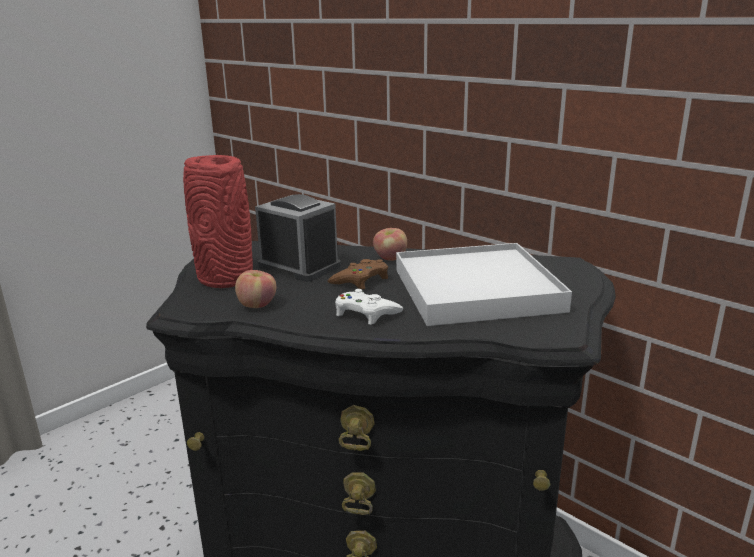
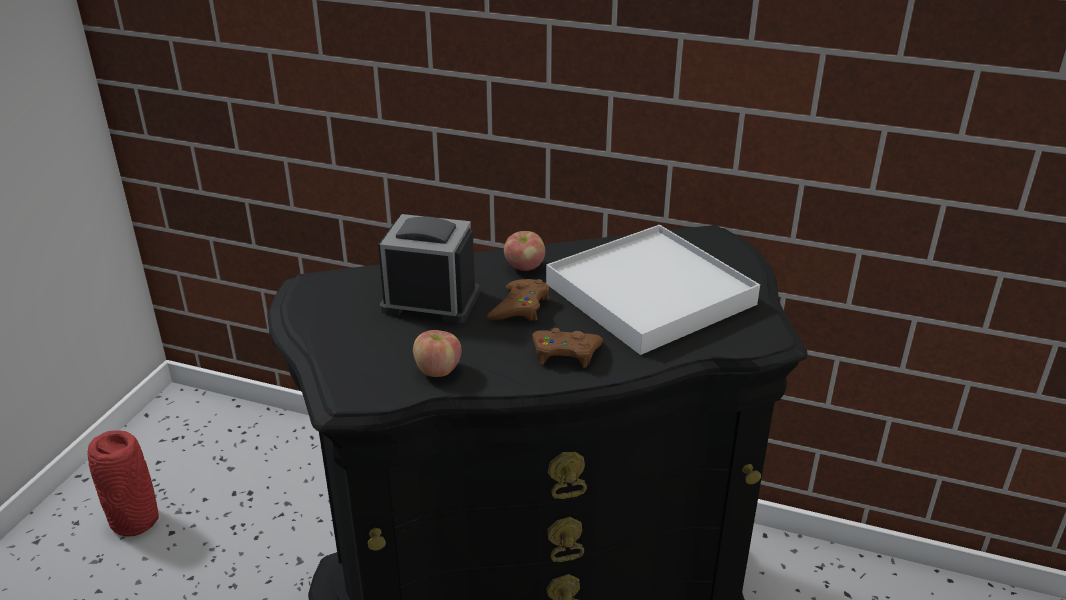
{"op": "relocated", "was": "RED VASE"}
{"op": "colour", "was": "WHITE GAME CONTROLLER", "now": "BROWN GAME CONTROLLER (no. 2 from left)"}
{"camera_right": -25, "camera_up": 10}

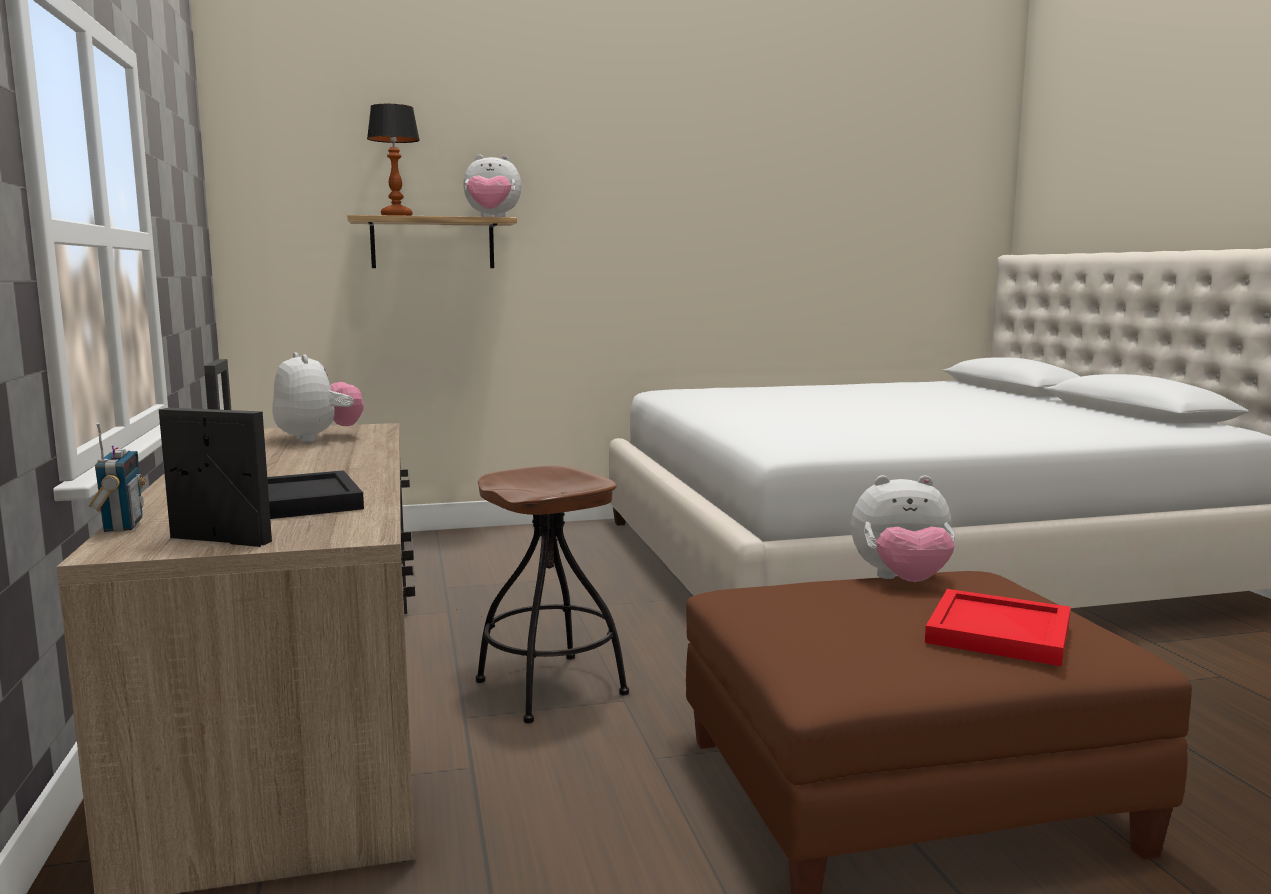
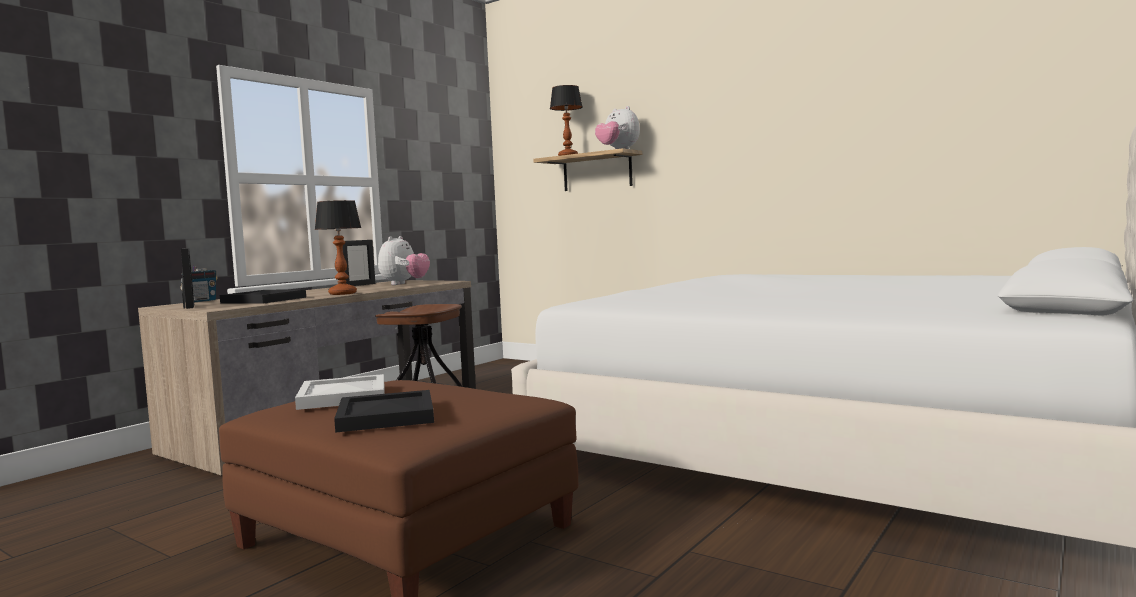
{"op": "missing", "was": "PLUSH TOY (no. 3 from left)"}
{"op": "colour", "was": "RED TRAY", "now": "BLACK TRAY (no. 2 from left)"}
{"op": "appeared", "now": "TABLE LAMP (no. 1 from left)"}
{"op": "appeared", "now": "WHITE TRAY"}
{"camera_right": 50, "camera_up": -5}

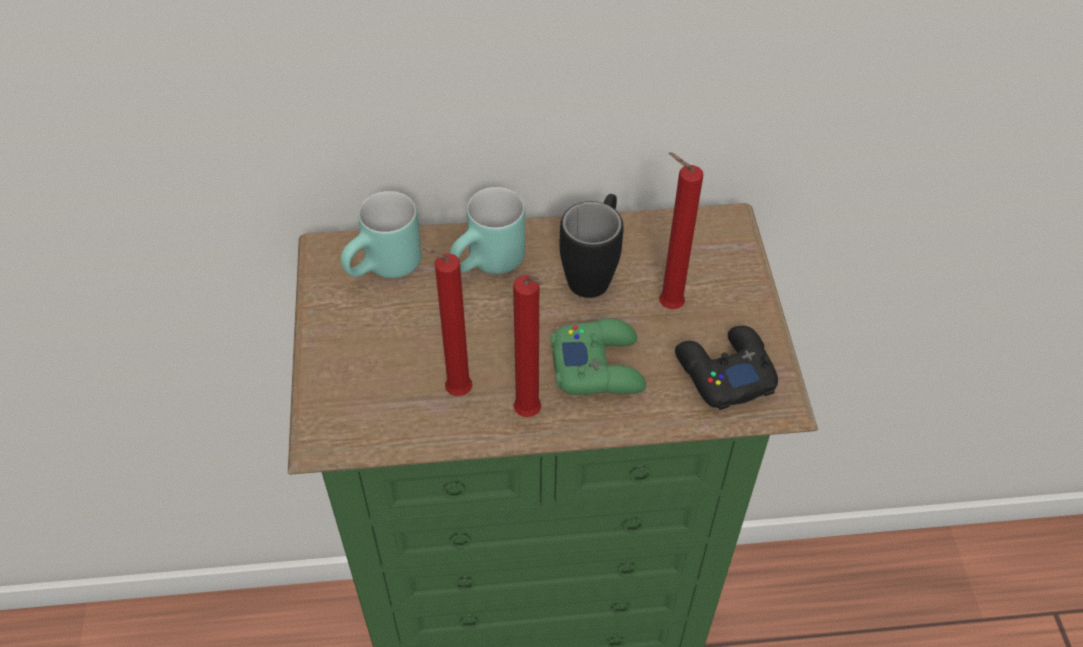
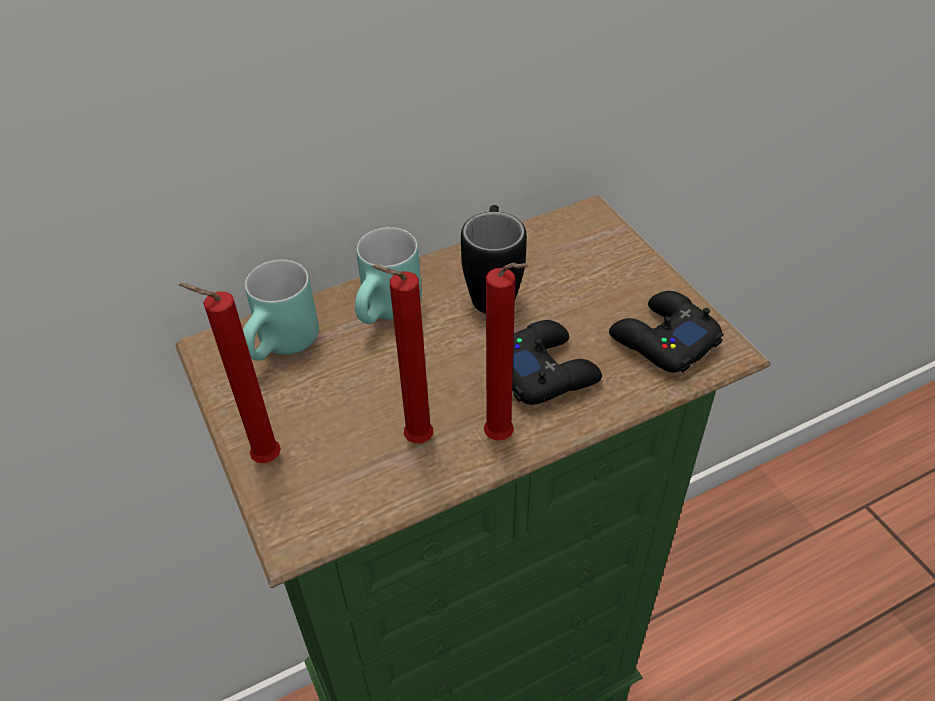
{"op": "relocated", "was": "RED CANDLE (no. 3 from left in the first image)", "now": "RED CANDLE (no. 1 from left)"}
{"op": "colour", "was": "GREEN GAME CONTROLLER", "now": "BLACK GAME CONTROLLER (no. 1 from left)"}
{"camera_right": -20, "camera_up": -5}

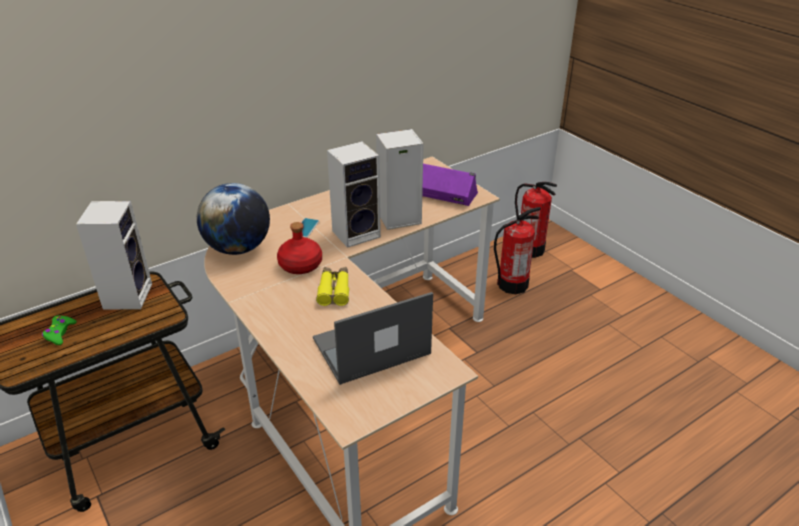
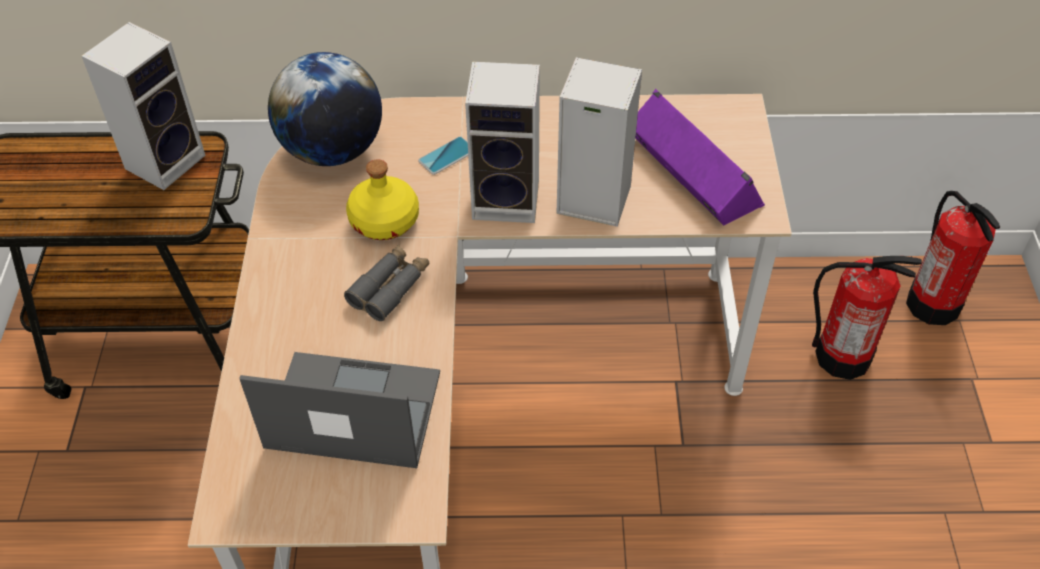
{"op": "colour", "was": "RED BOTTLE", "now": "YELLOW BOTTLE"}
{"op": "colour", "was": "YELLOW BINOCULARS", "now": "GREY BINOCULARS"}
{"op": "missing", "was": "GREEN GAME CONTROLLER"}
{"camera_right": 35, "camera_up": 15}

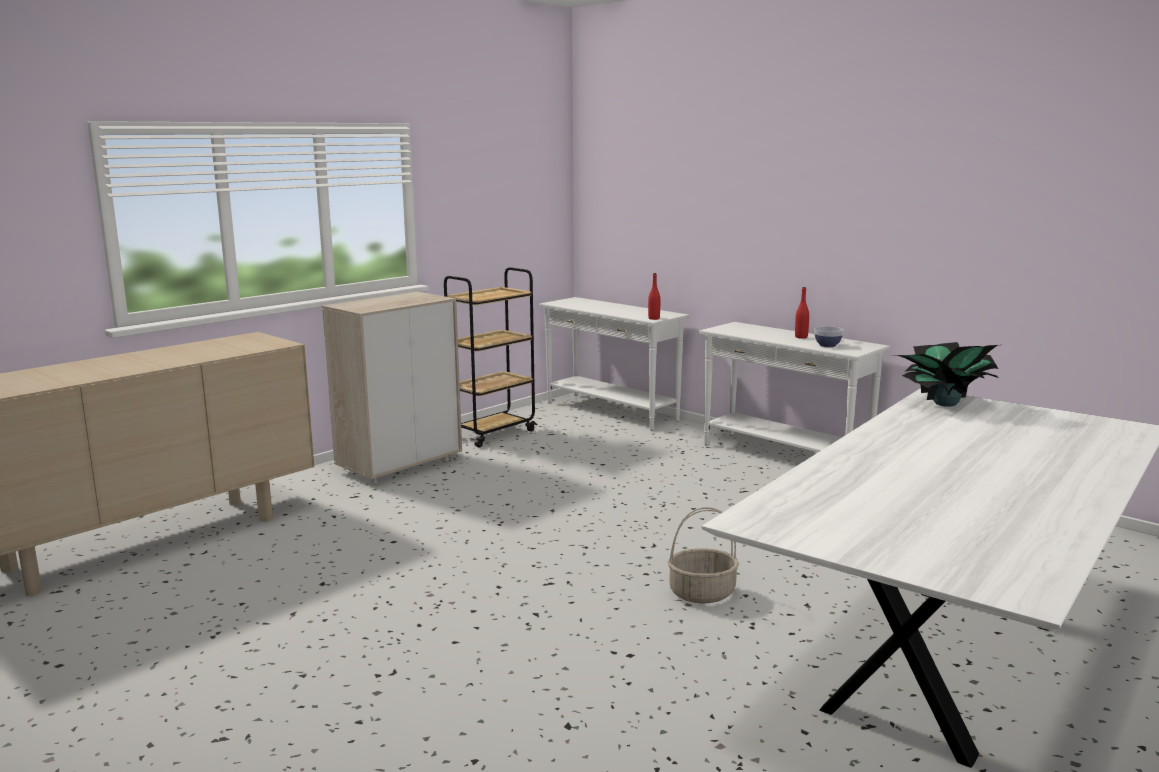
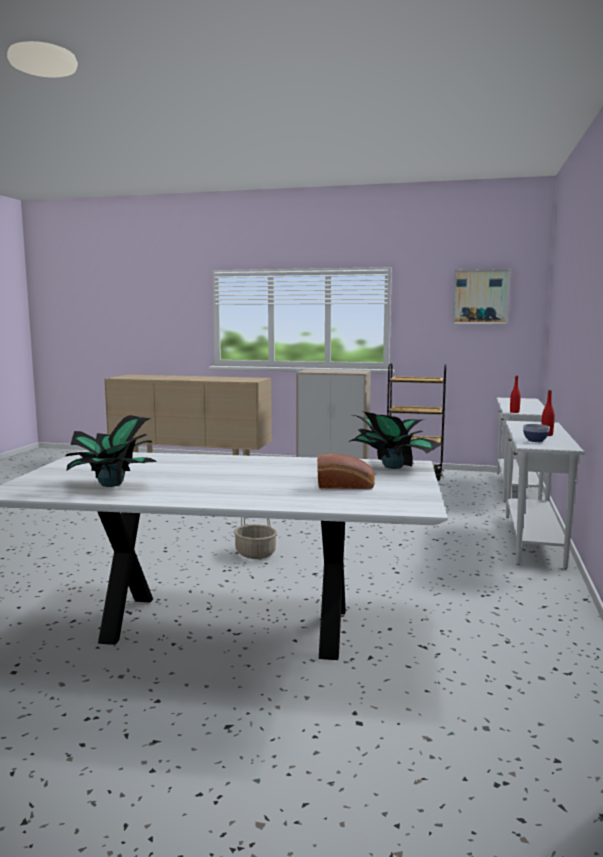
{"op": "appeared", "now": "PICTURE"}
{"op": "appeared", "now": "POTTED PLANT (no. 1 from left)"}
{"op": "appeared", "now": "BREAD"}
{"camera_right": 60, "camera_up": -5}

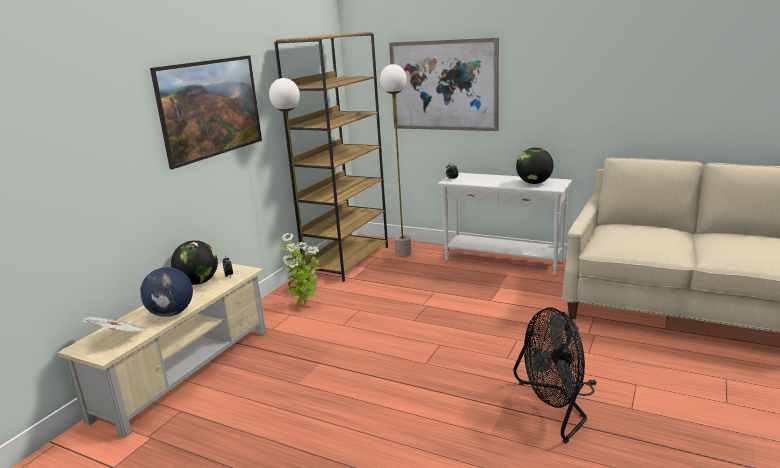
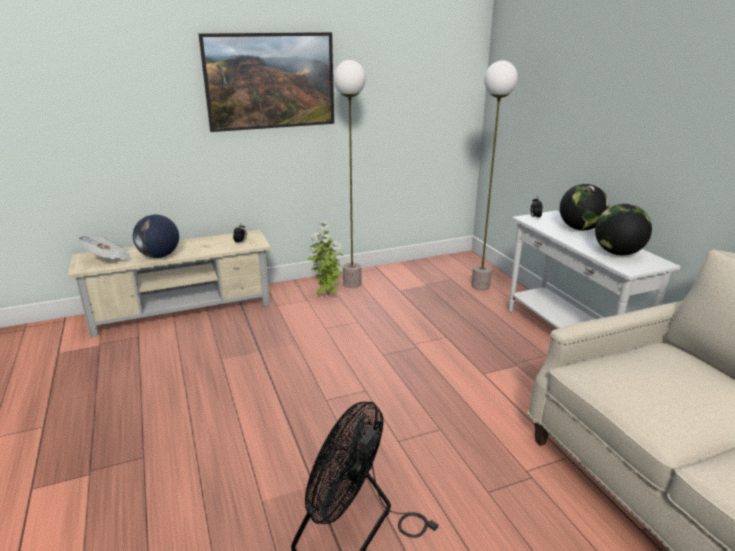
{"op": "missing", "was": "BROWN BOOKCASE"}
{"op": "missing", "was": "PICTURE (no. 2 from left)"}
{"op": "relocated", "was": "GLOBE (no. 2 from left)"}
{"camera_right": 40, "camera_up": 5}

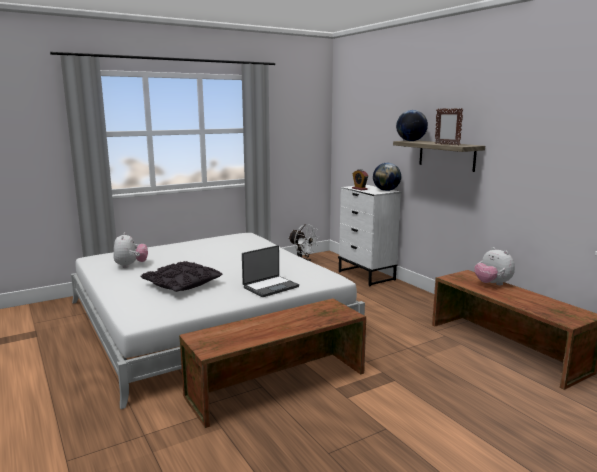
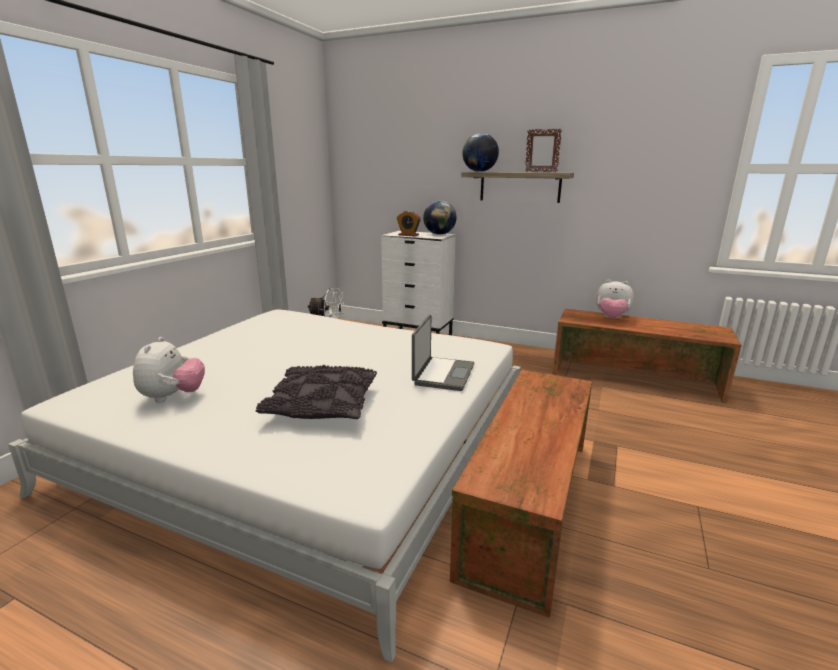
{"op": "spun", "was": "PLUSH TOY (no. 1 from left)", "clockwise": 45}
{"camera_right": -35, "camera_up": 5}

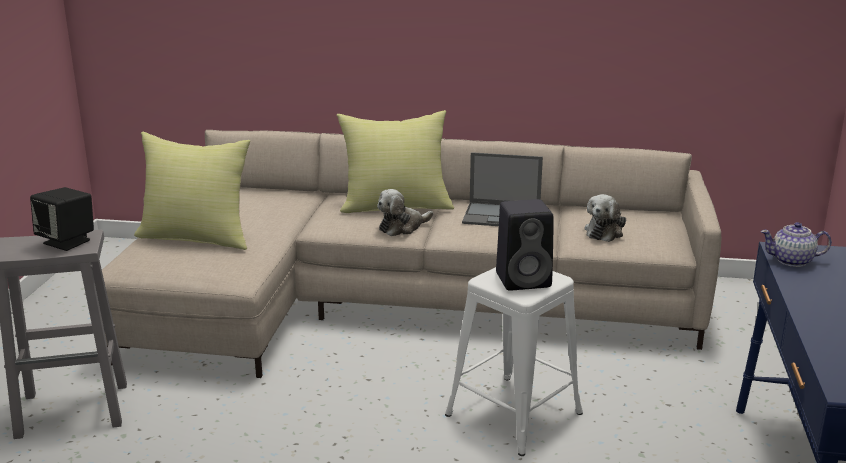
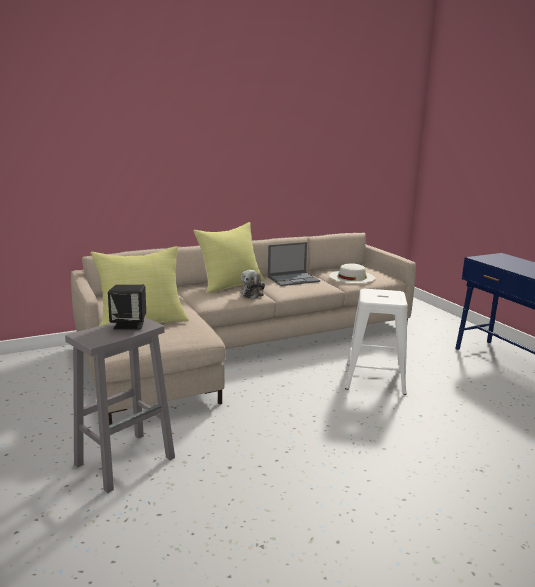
{"op": "exchanged", "was": "PLUSH TOY (no. 2 from left)", "now": "WHITE HAT"}
{"op": "missing", "was": "BLACK SPEAKER (no. 2 from left)"}
{"op": "missing", "was": "TEAPOT"}
{"camera_right": -35, "camera_up": -5}

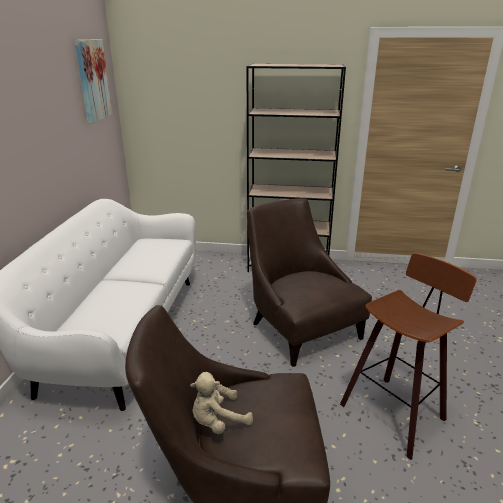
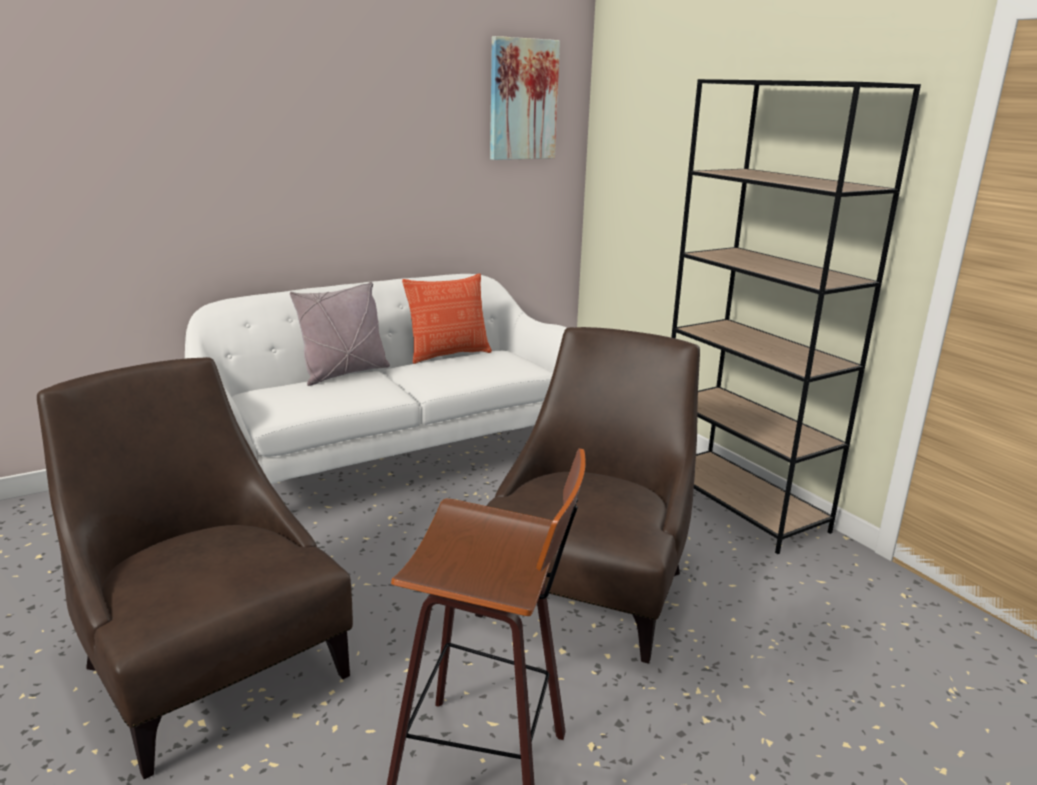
{"op": "missing", "was": "BEIGE PLUSH TOY"}
{"op": "appeared", "now": "ORANGE PILLOW"}
{"op": "appeared", "now": "PURPLE PILLOW"}
{"camera_right": 50, "camera_up": -5}

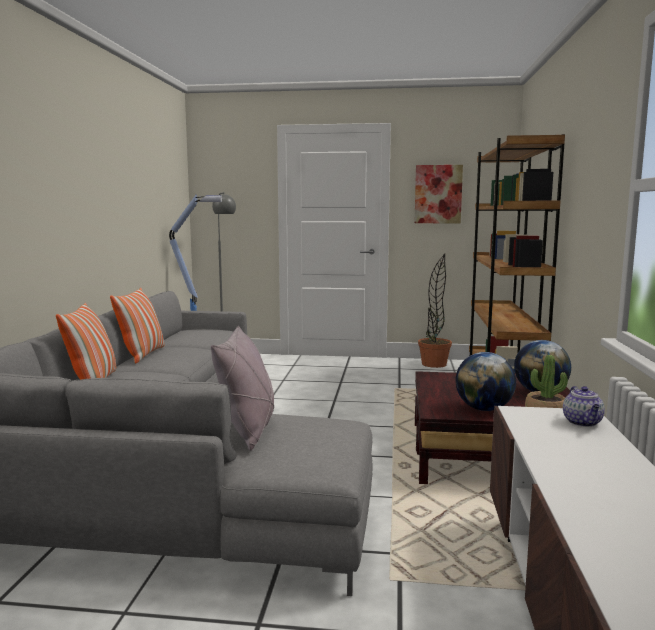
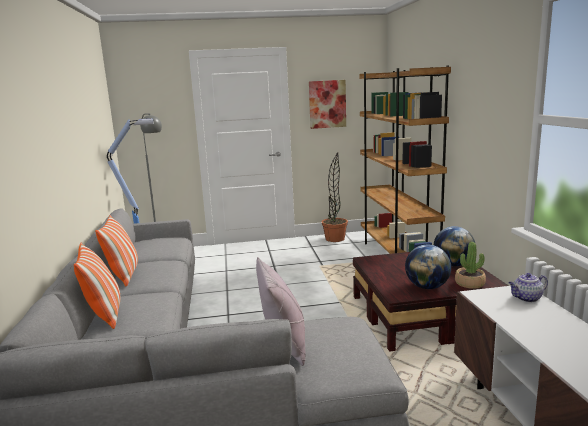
{"op": "spun", "was": "TEAPOT", "clockwise": 90}
{"camera_right": -15, "camera_up": 5}

